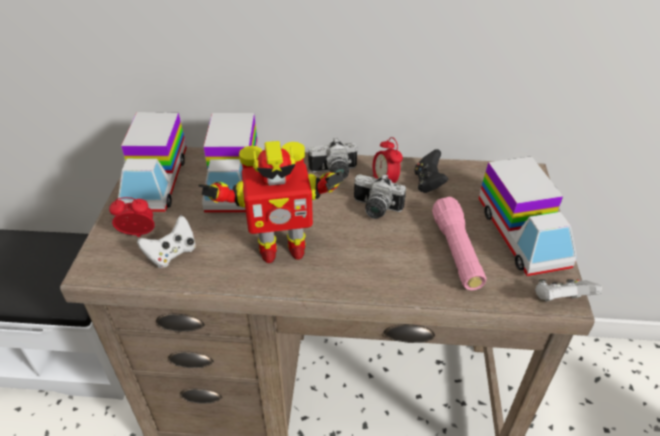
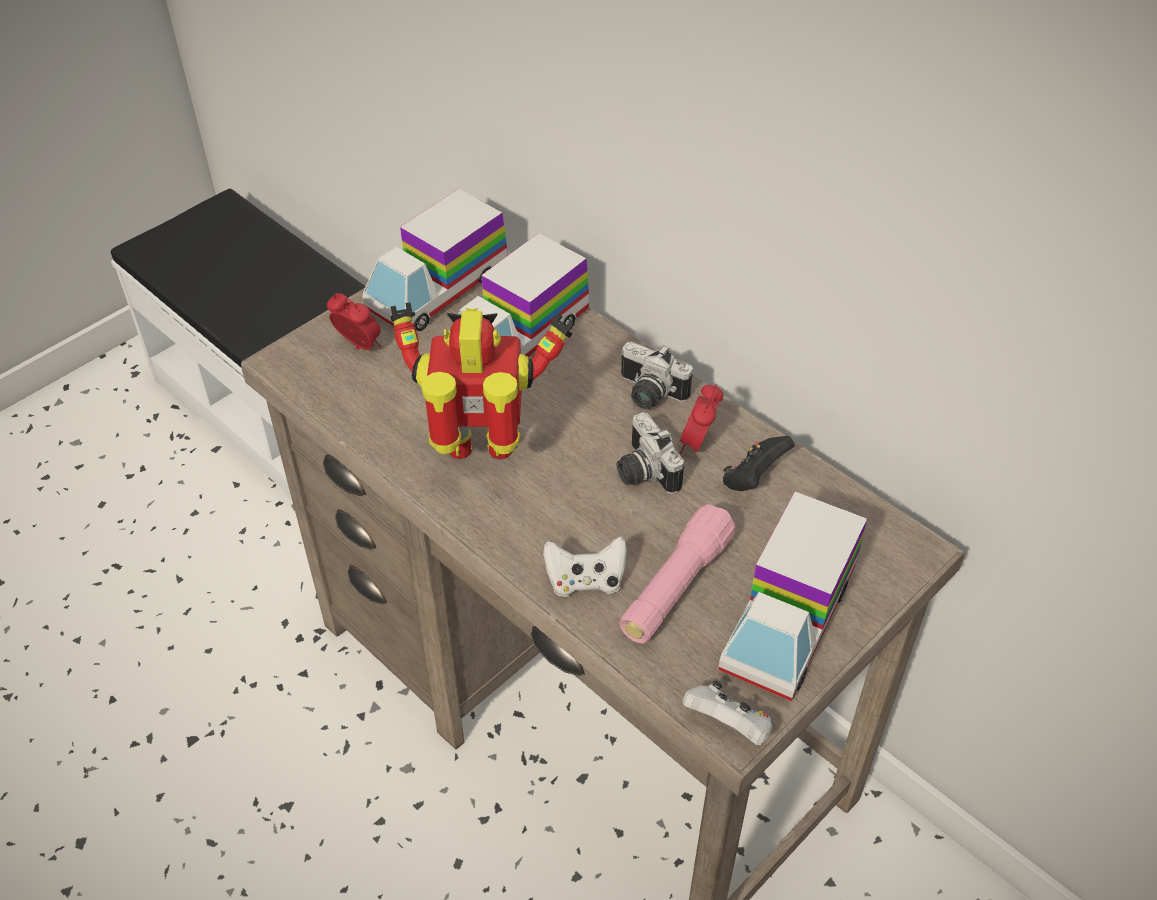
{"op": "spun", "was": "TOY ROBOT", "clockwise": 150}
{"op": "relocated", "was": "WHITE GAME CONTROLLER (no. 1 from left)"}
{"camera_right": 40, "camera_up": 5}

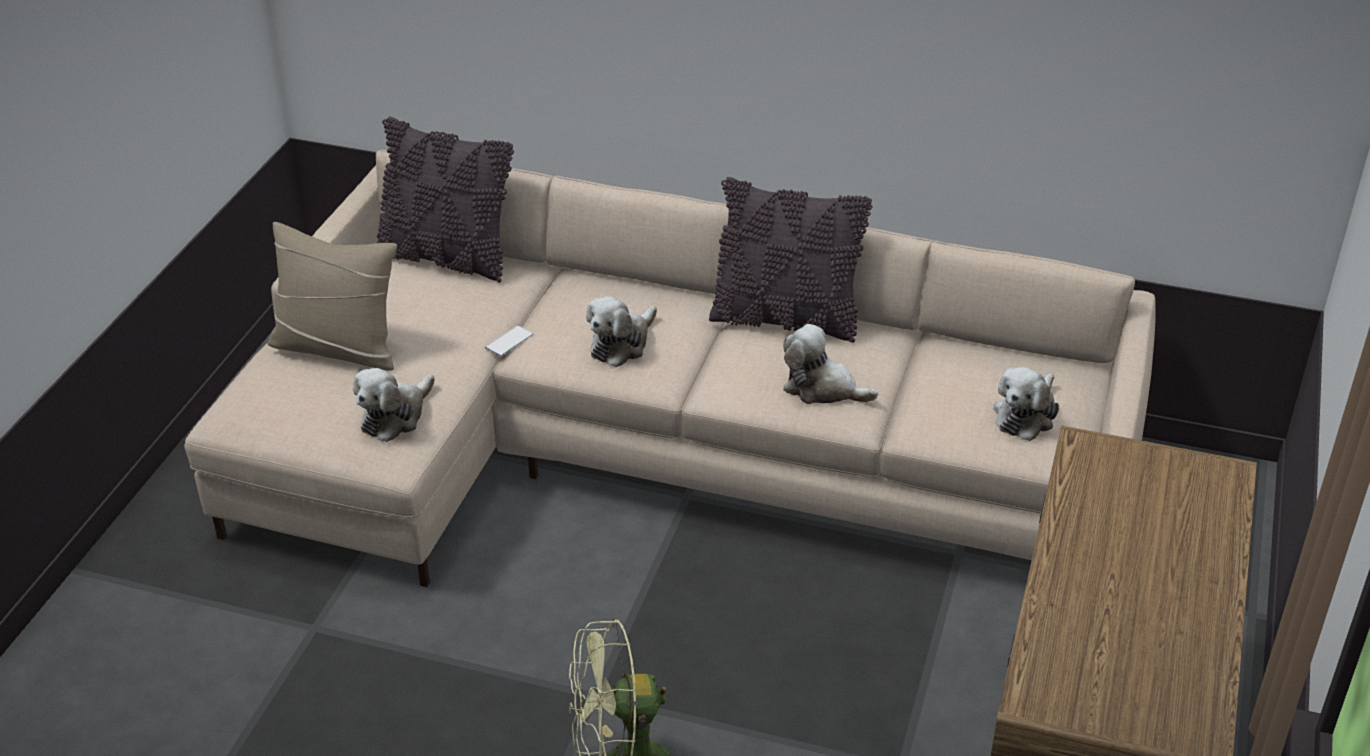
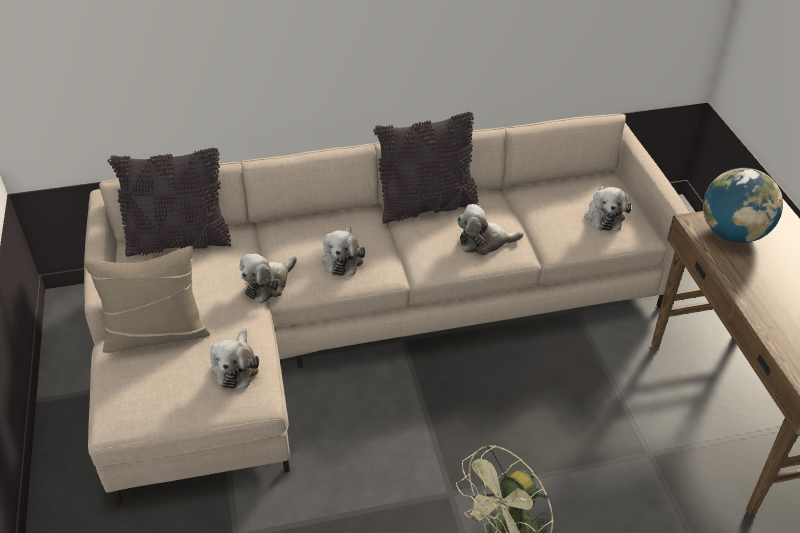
{"op": "exchanged", "was": "PHONE", "now": "PLUSH TOY (no. 2 from left)"}
{"op": "appeared", "now": "GLOBE"}
{"camera_right": -30, "camera_up": 5}

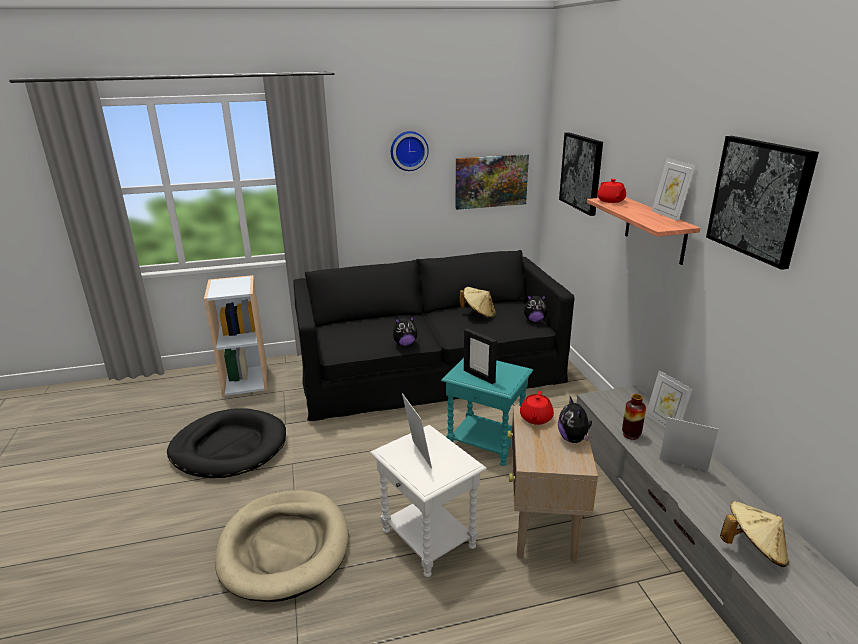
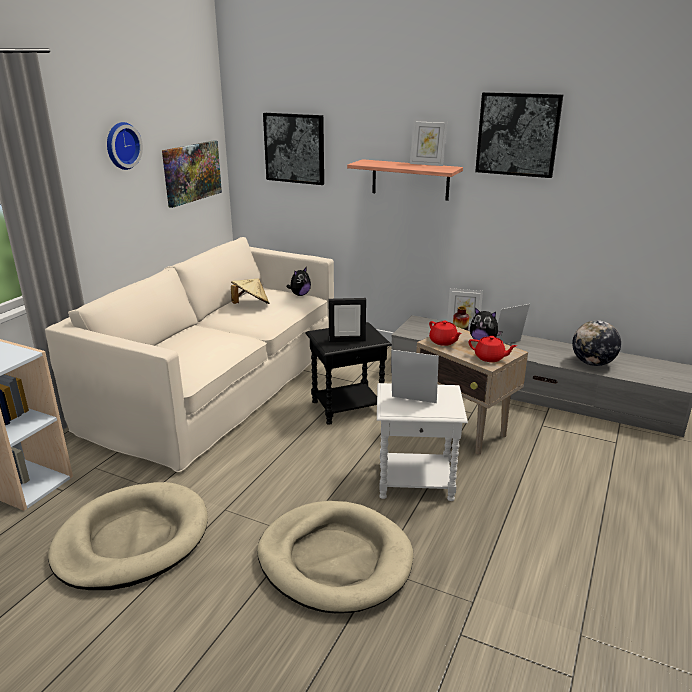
{"op": "relocated", "was": "RED TEAPOT (no. 2 from left)"}
{"op": "colour", "was": "BLACK SOFA", "now": "BEIGE SOFA"}
{"op": "missing", "was": "PLUSH TOY (no. 1 from left)"}
{"op": "colour", "was": "TURQUOISE SIDE TABLE", "now": "BLACK SIDE TABLE"}
{"op": "colour", "was": "BLACK DOG BED", "now": "BEIGE DOG BED (no. 1 from left)"}
{"op": "exchanged", "was": "BEIGE HAT (no. 2 from left)", "now": "GLOBE"}
{"camera_right": -50, "camera_up": 0}

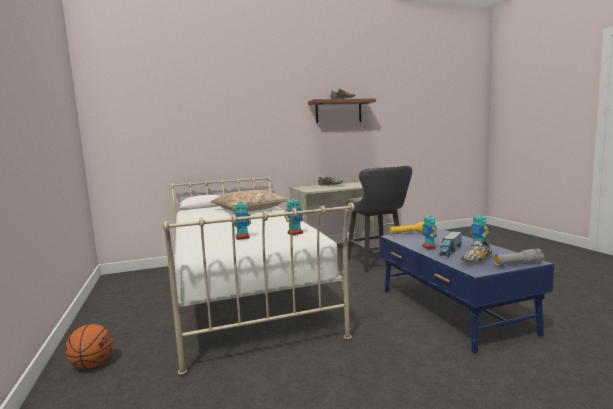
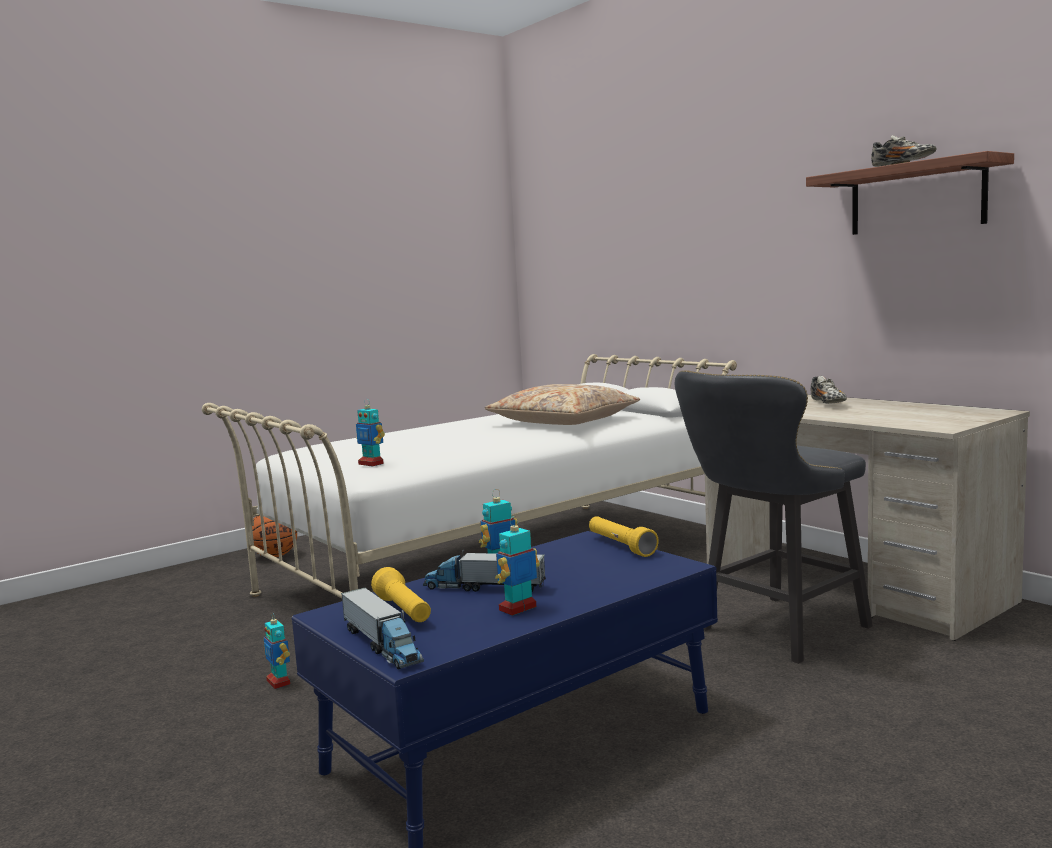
{"op": "relocated", "was": "TOY ROBOT (no. 1 from left)"}
{"op": "exchanged", "was": "SHOE (no. 3 from left)", "now": "YELLOW FLASHLIGHT (no. 1 from left)"}
{"op": "exchanged", "was": "GREY FLASHLIGHT", "now": "TOY TRUCK (no. 1 from left)"}
{"camera_right": 70, "camera_up": 0}

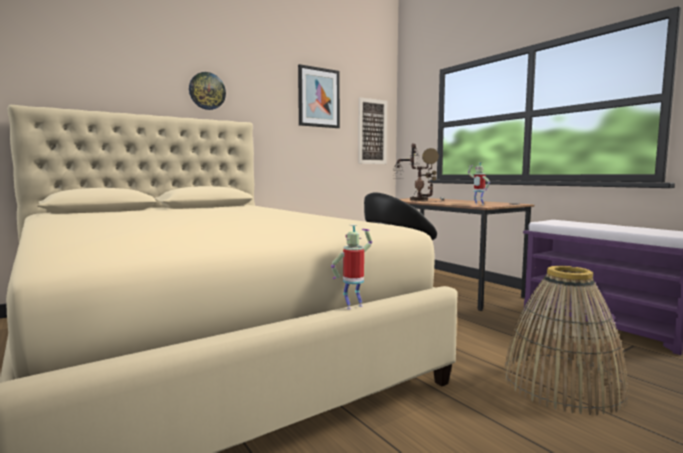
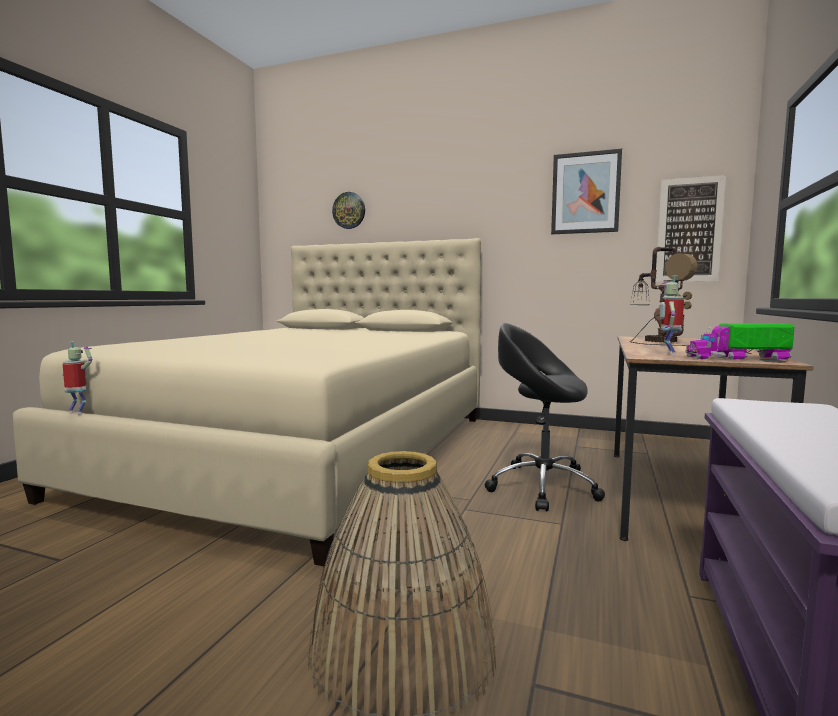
{"op": "relocated", "was": "WALL CLOCK"}
{"op": "relocated", "was": "TOY ROBOT (no. 1 from left)"}
{"op": "appeared", "now": "TOY TRUCK"}
{"camera_right": 55, "camera_up": 0}

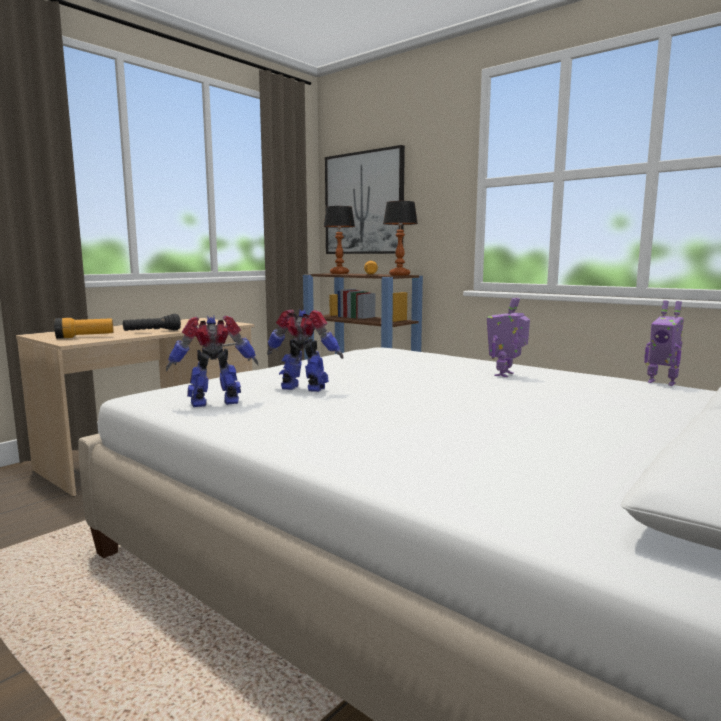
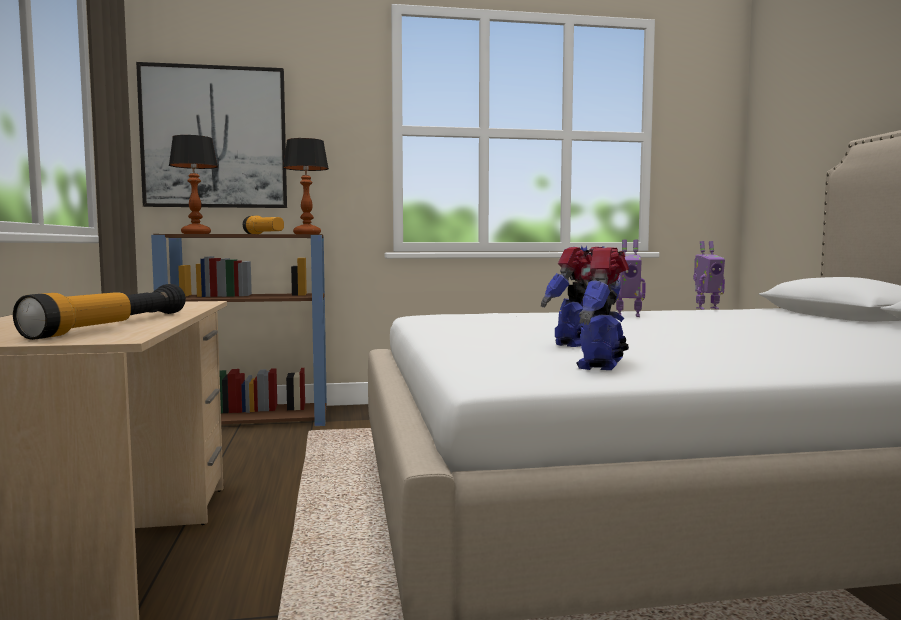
{"op": "spun", "was": "TOY ROBOT (no. 3 from left)", "clockwise": -60}
{"camera_right": -50, "camera_up": -5}

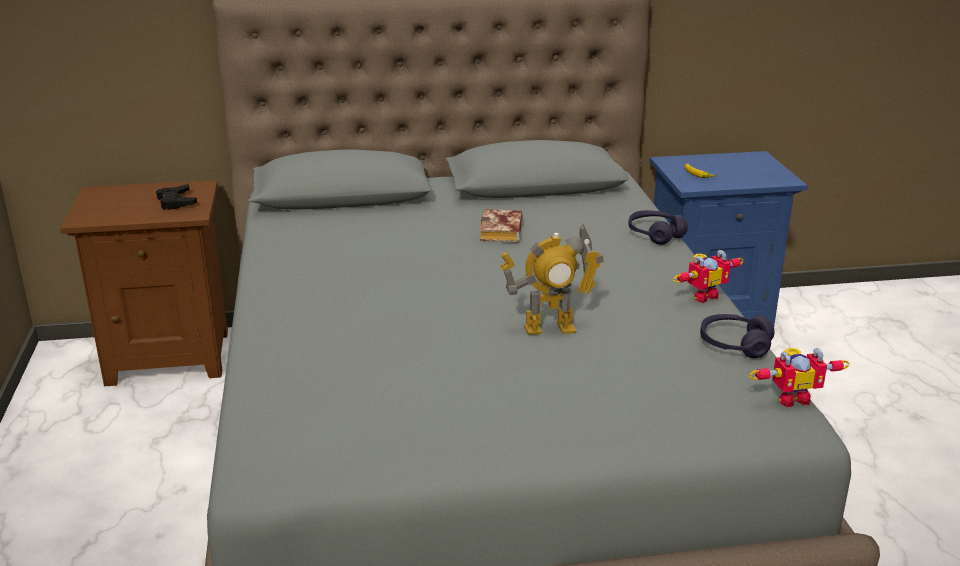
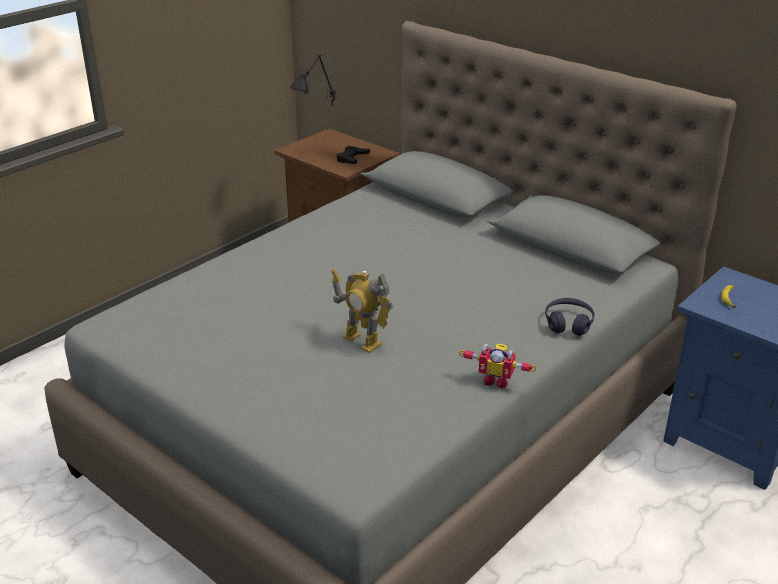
{"op": "missing", "was": "BOOK"}
{"op": "missing", "was": "PURPLE HEADPHONES (no. 2 from left)"}
{"op": "missing", "was": "TOY ROBOT (no. 3 from left)"}
{"op": "appeared", "now": "BLACK TABLE LAMP"}
{"camera_right": 50, "camera_up": 5}

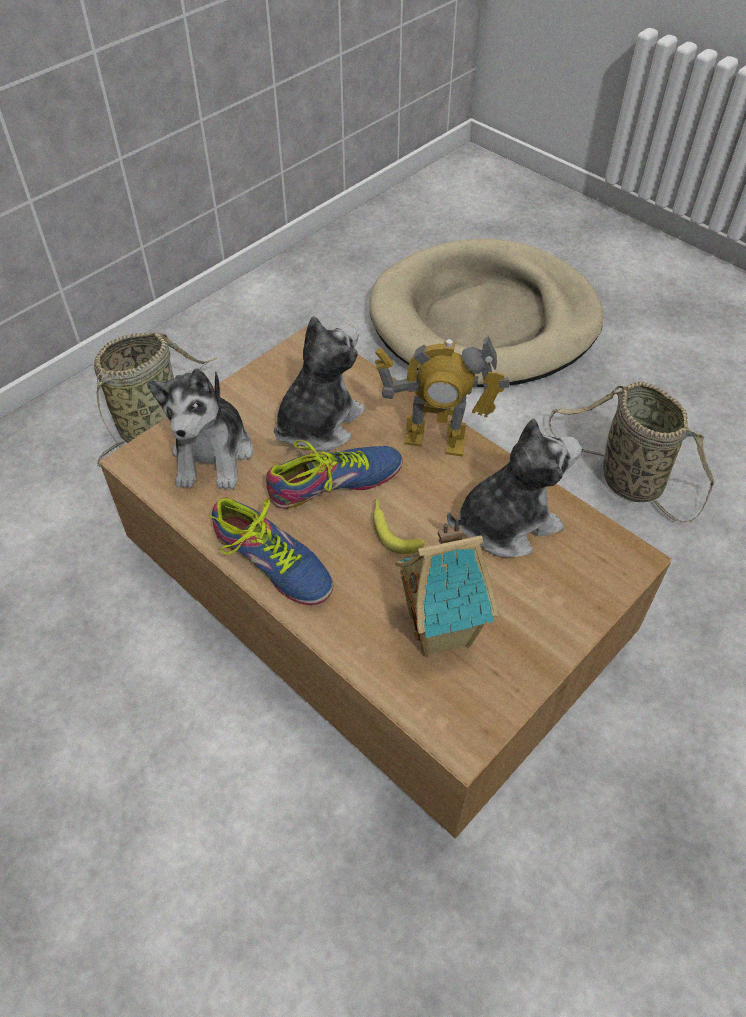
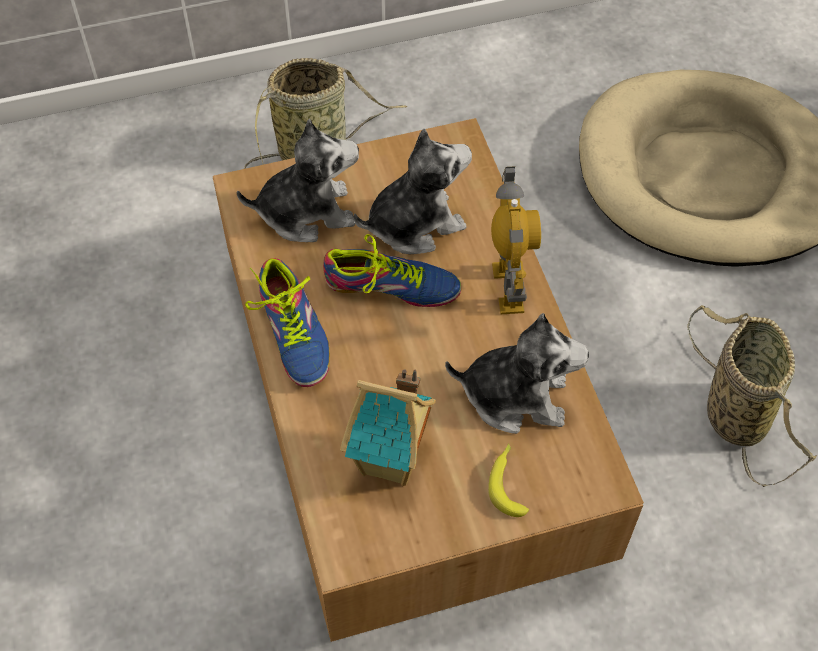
{"op": "spun", "was": "TOY ROBOT", "clockwise": -135}
{"op": "spun", "was": "PLUSH TOY (no. 1 from left)", "clockwise": -135}
{"op": "relocated", "was": "BANANA"}
{"camera_right": 30, "camera_up": 5}

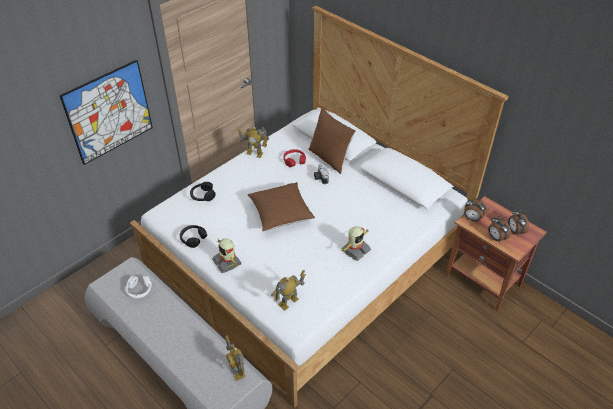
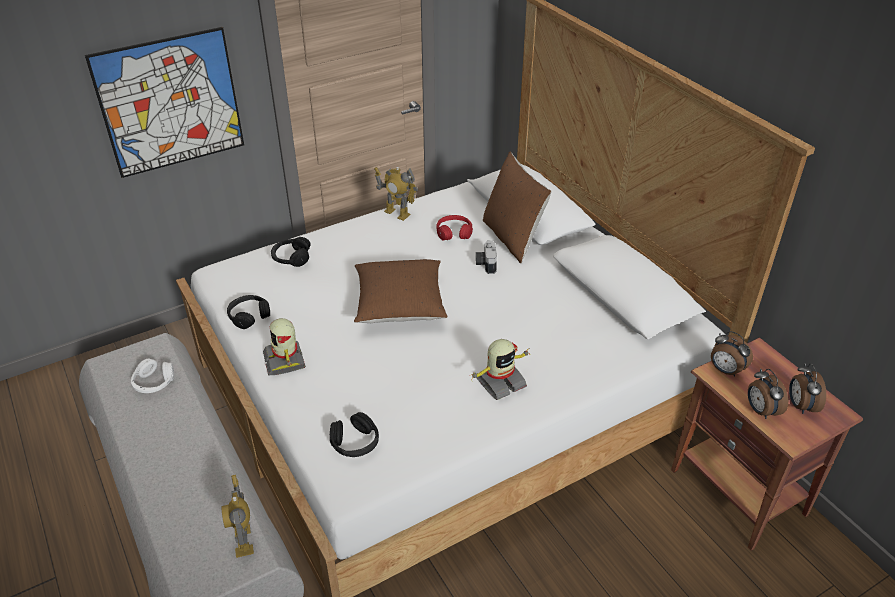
{"op": "exchanged", "was": "TOY ROBOT (no. 4 from left)", "now": "BLACK HEADPHONES (no. 3 from left)"}
{"camera_right": 15, "camera_up": -5}

